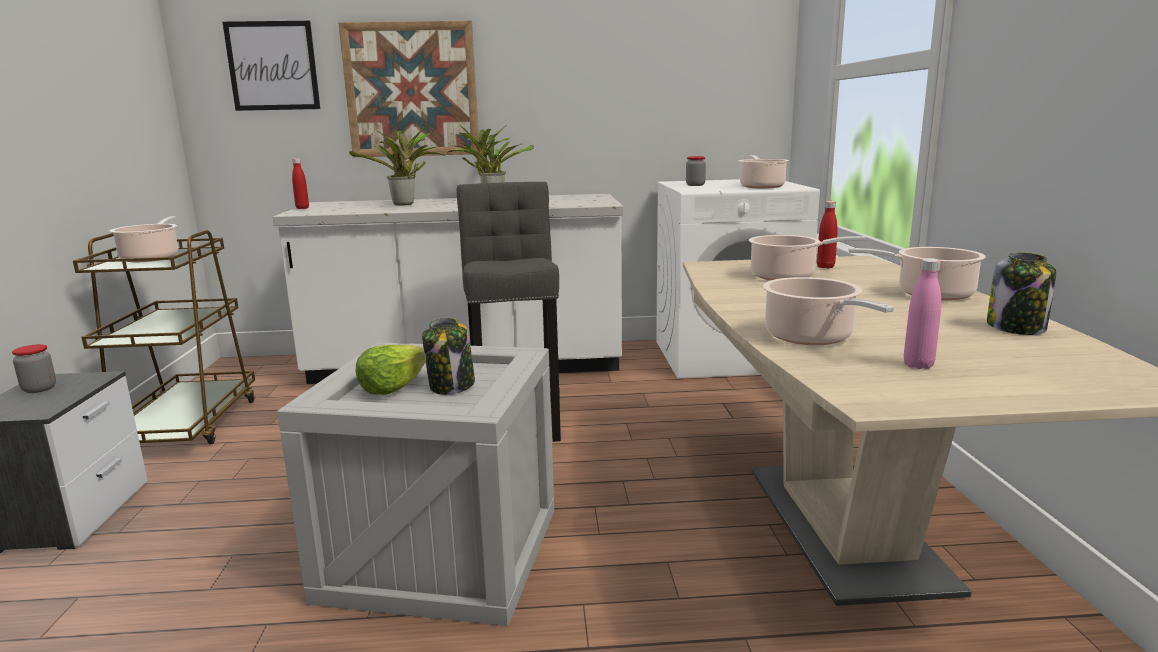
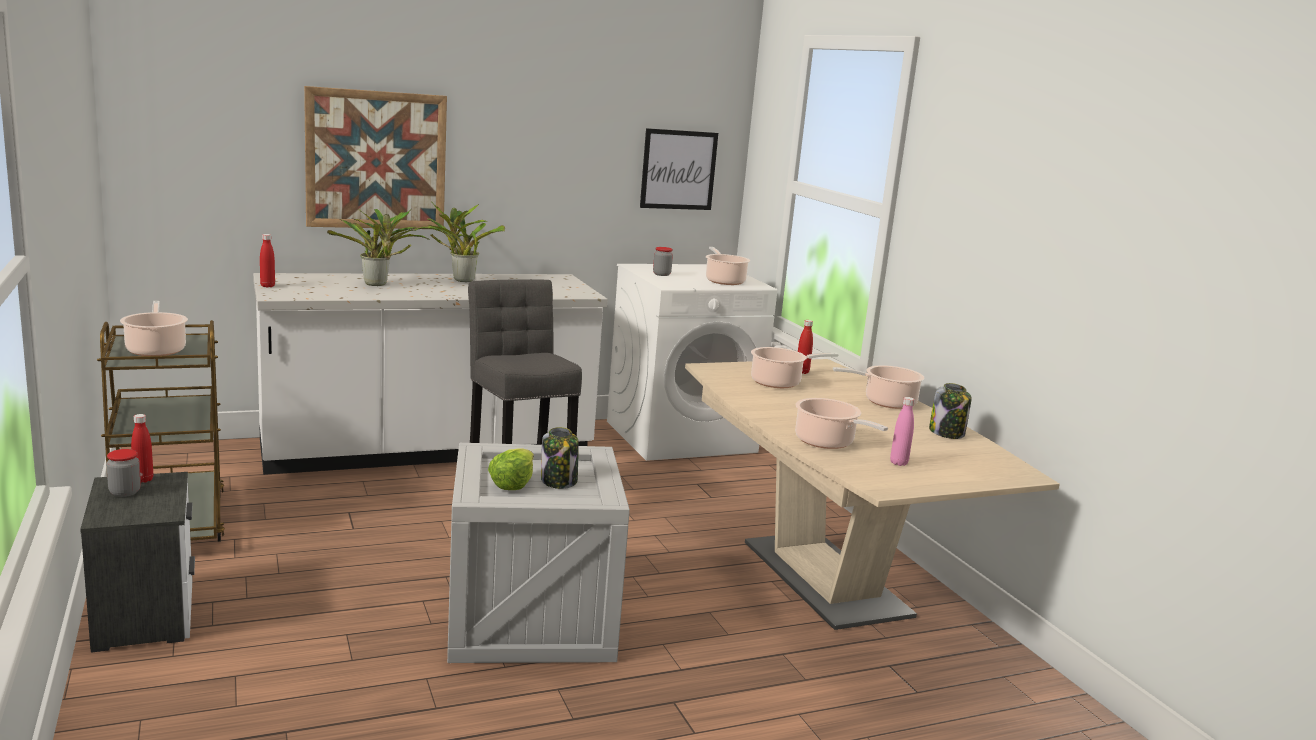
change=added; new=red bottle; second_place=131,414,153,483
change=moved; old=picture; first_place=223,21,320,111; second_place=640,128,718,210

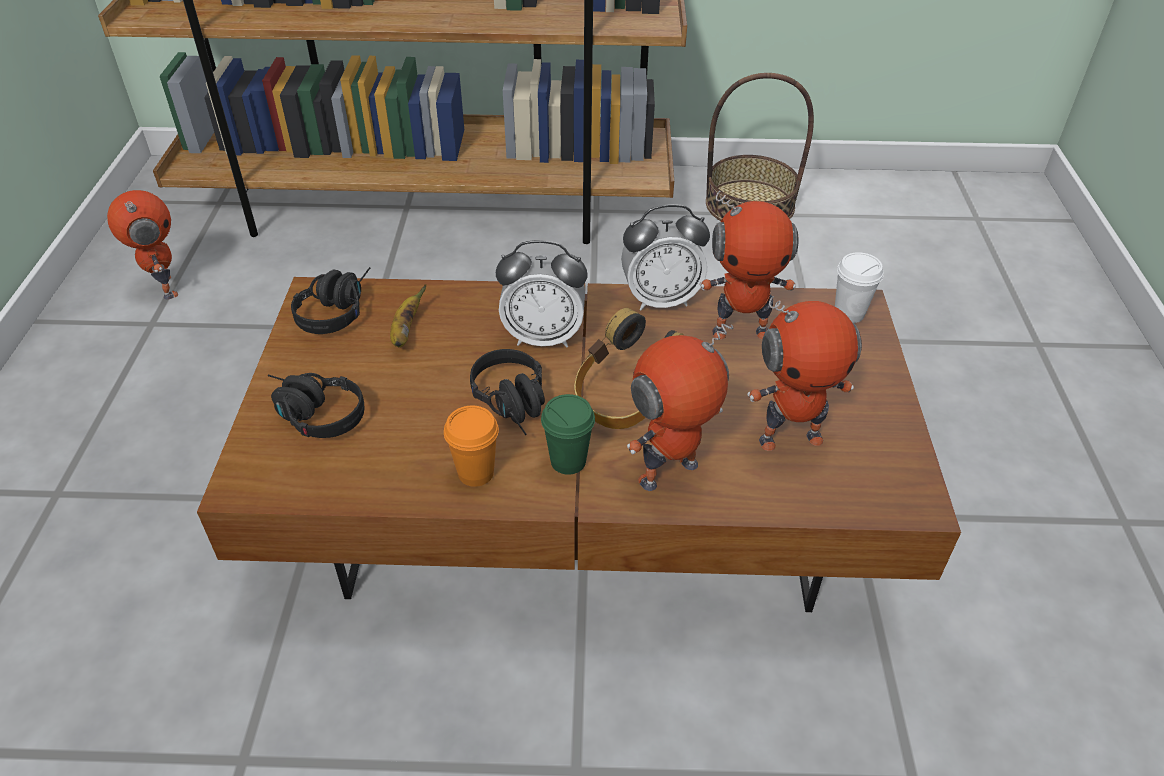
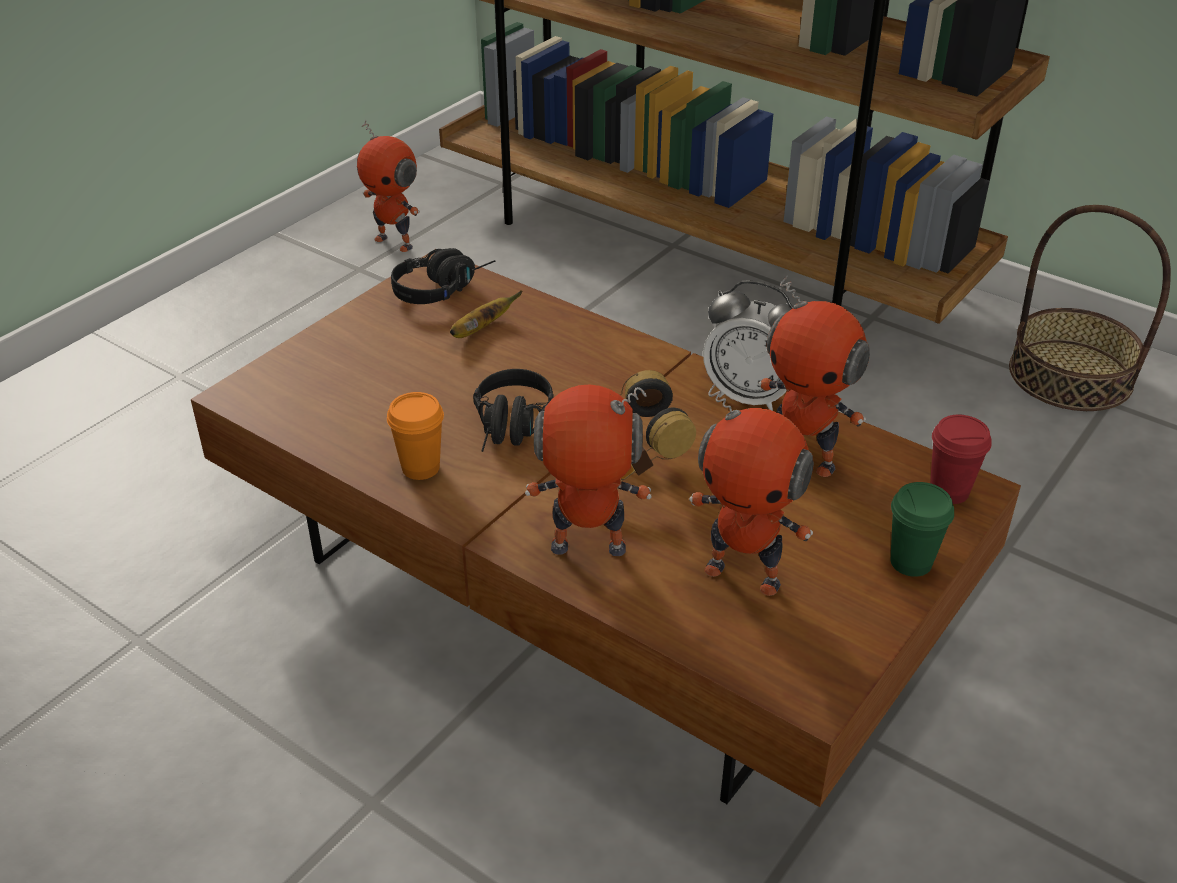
change=turned; old=toy robot; first_place=107,190,178,300; second_place=357,120,420,252; degrees=120
change=moved; old=green cup; first_place=541,394,595,475; second_place=891,482,954,577
change=recoloured; old=white cup; new=red cup; first_place=835,252,884,323; second_place=930,414,992,504
change=removed; old=black headphones; first_place=268,373,364,438
change=removed; old=alarm clock; first_place=496,240,588,347

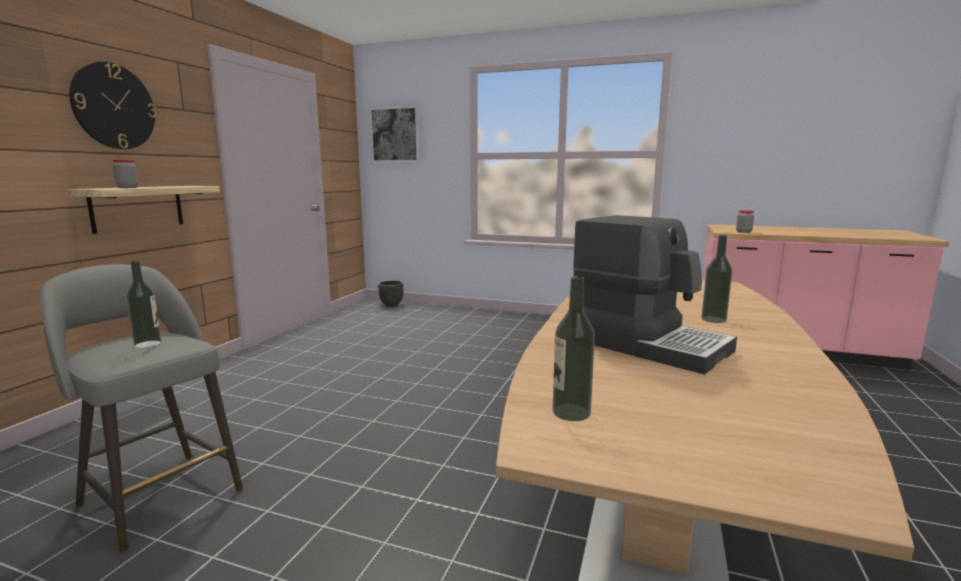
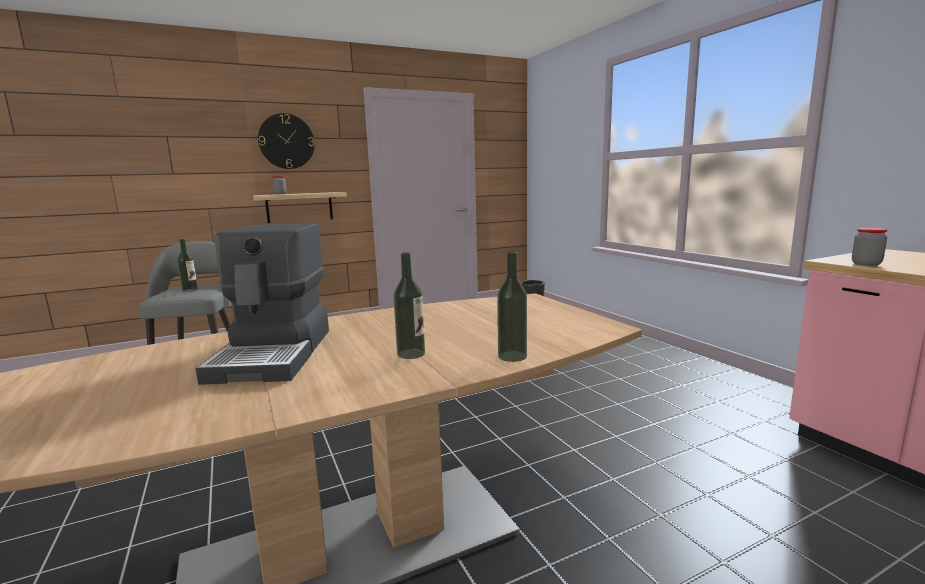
change=moved; old=bottle; first_place=552,276,595,421; second_place=497,252,527,362
change=removed; old=picture; first_place=370,106,420,162

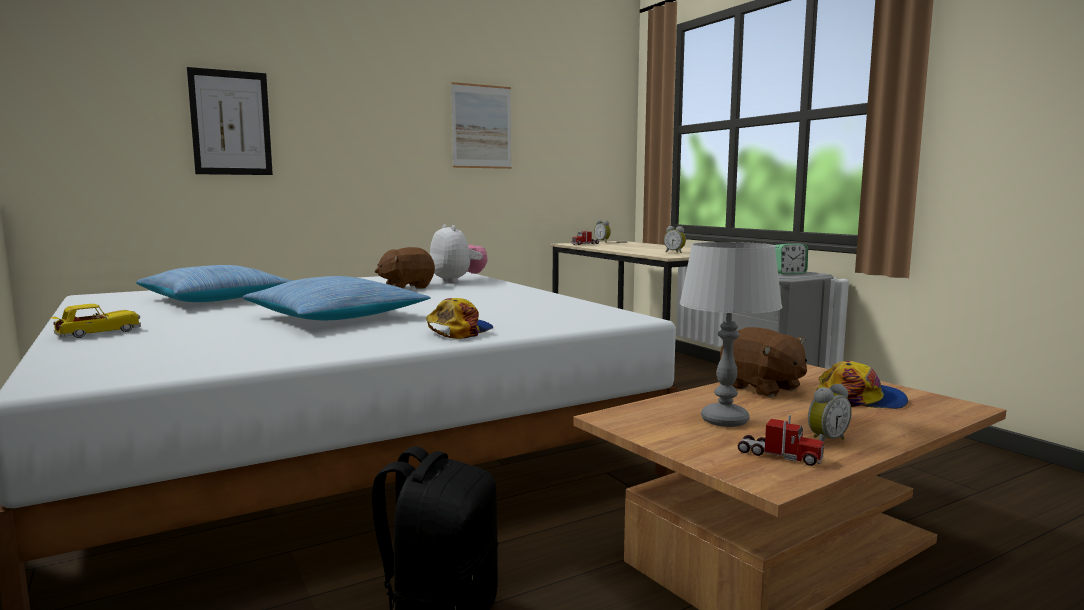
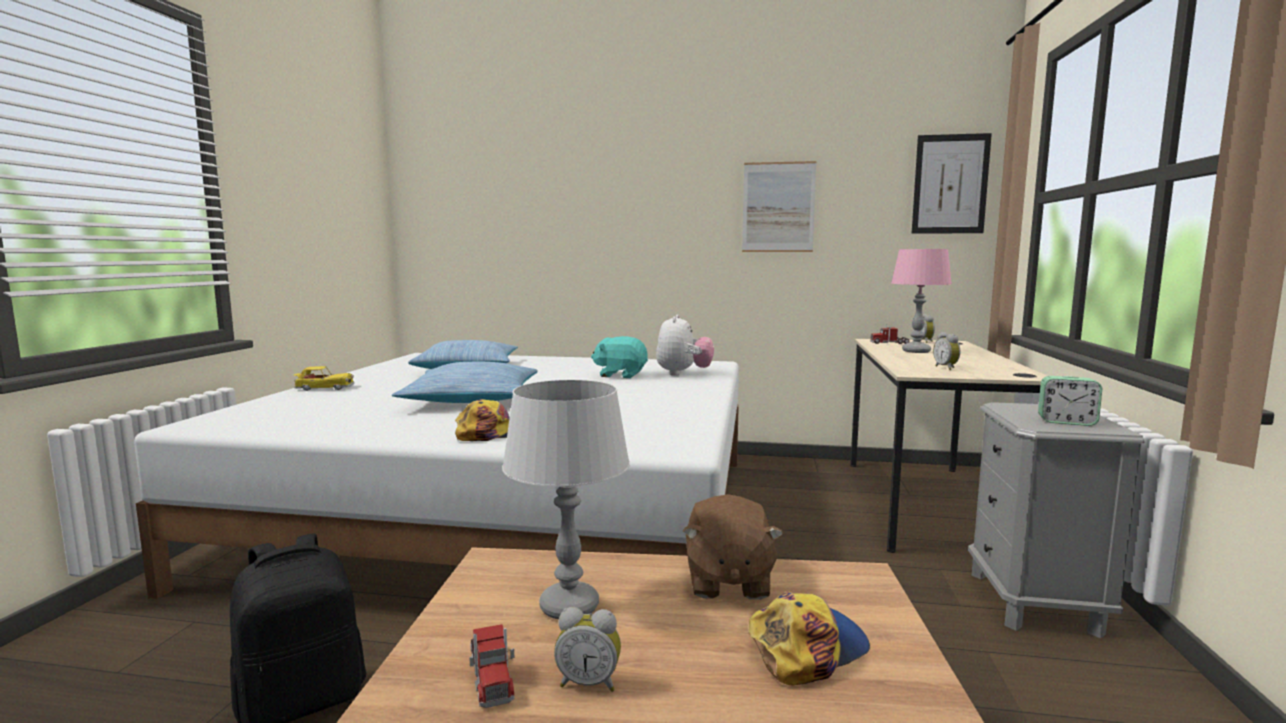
change=recoloured; old=brown plush toy; new=turquoise plush toy; first_place=375,247,435,289; second_place=591,336,648,378
change=turned; old=cap; first_place=817,361,908,409; second_place=749,591,870,685; degrees=-90
change=added; new=pink table lamp; second_place=891,249,952,353
change=moved; old=picture; first_place=187,67,273,175; second_place=912,133,992,234

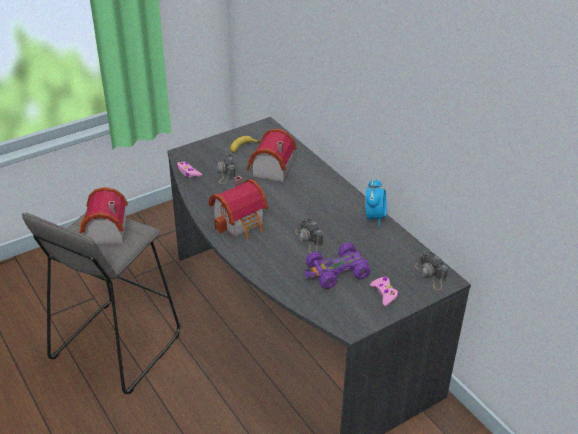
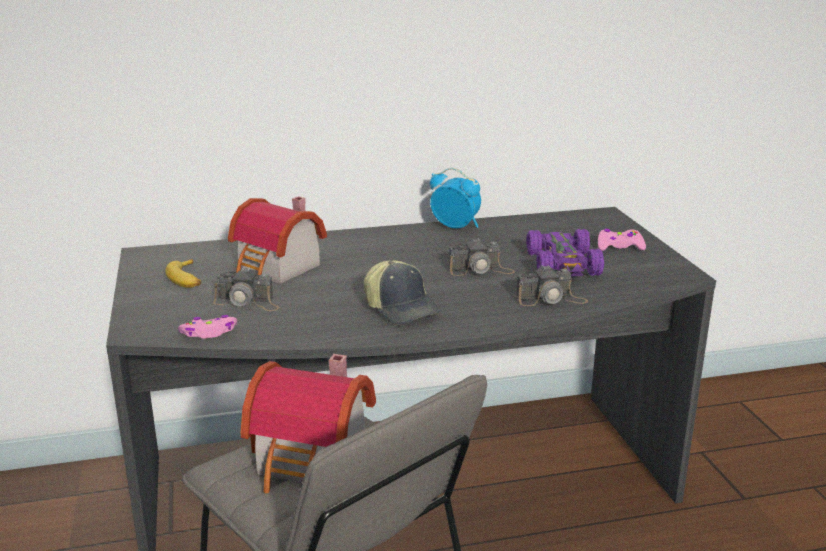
change=replaced; old=toy house; new=cap; first_place=209,176,268,239; second_place=364,261,440,326
change=moved; old=photo camera; first_place=415,251,448,290; second_place=516,265,588,306

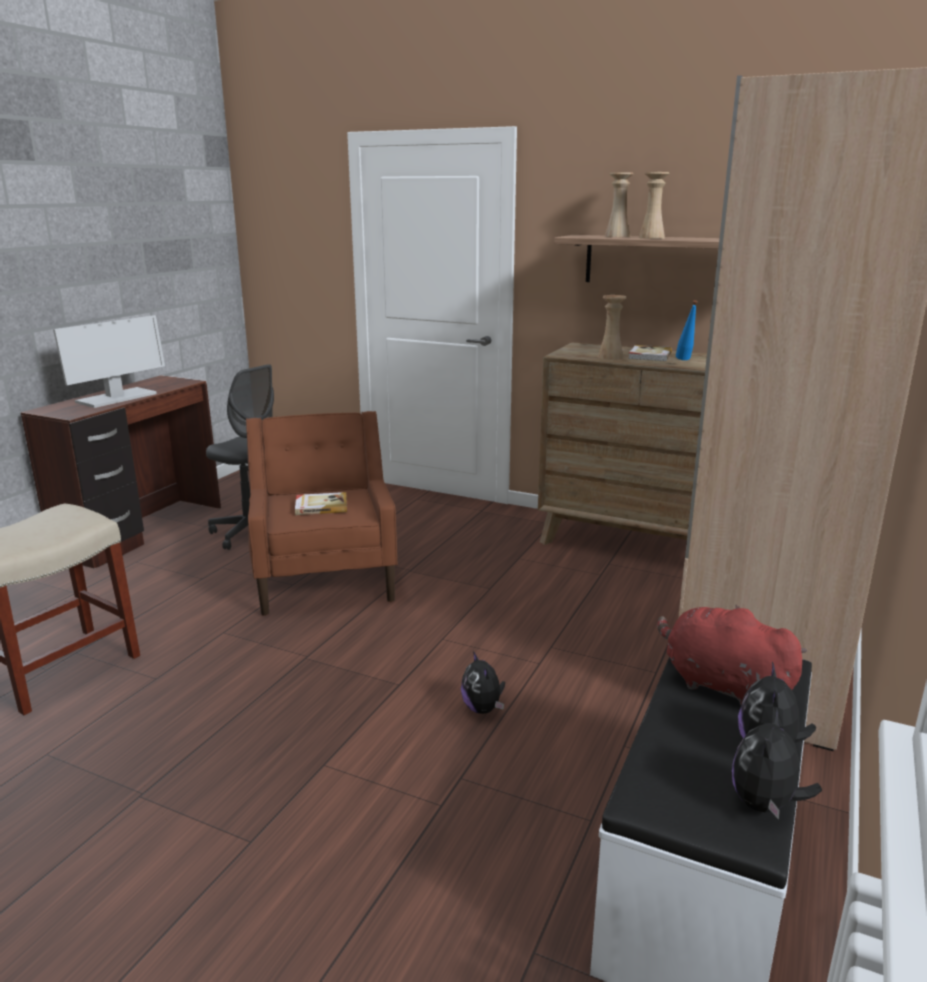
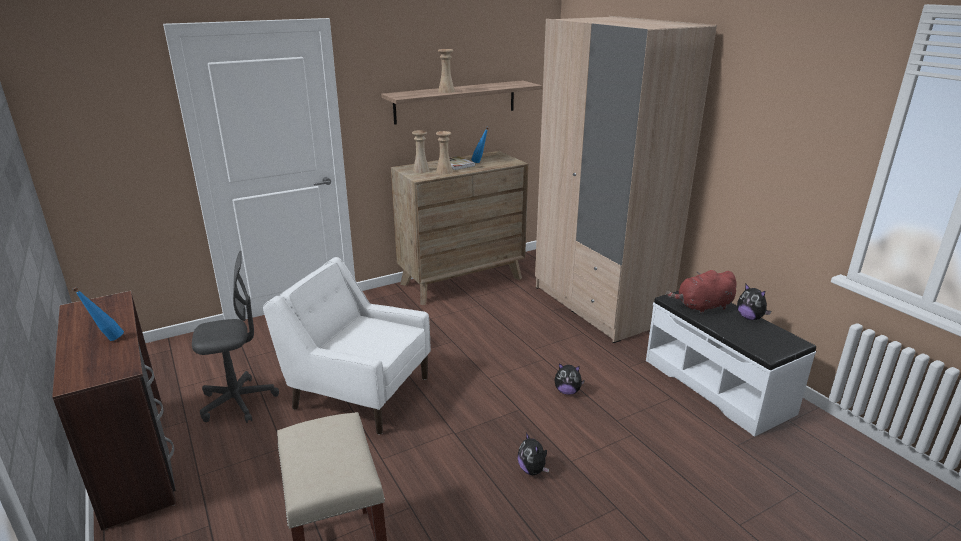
change=replaced; old=monitor; new=blue bottle; first_place=53,315,165,408; second_place=72,287,124,341
change=recoloured; old=brown armchair; new=white armchair; first_place=246,411,397,616; second_place=263,257,431,435
change=moved; old=beige vase; first_place=605,172,633,237; second_place=412,130,430,173
change=moved; old=plush toy; first_place=732,709,822,819; second_place=518,432,549,475
change=removed; old=book; first_place=295,492,347,515

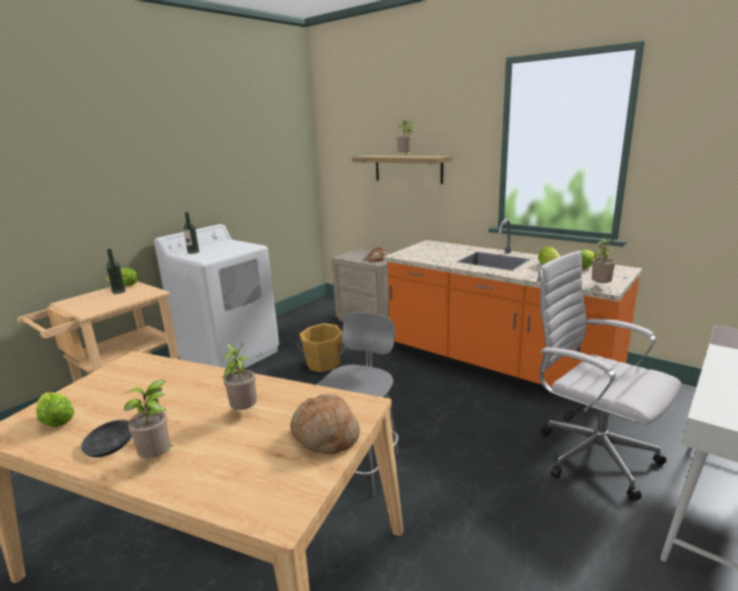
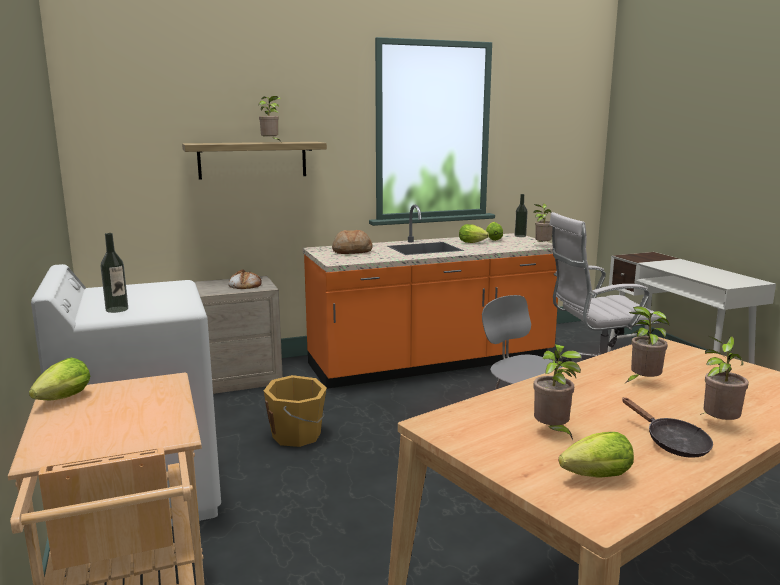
change=moved; old=bread; first_place=290,394,360,454; second_place=332,230,372,254
change=moved; old=bottle; first_place=106,249,126,294; second_place=515,194,528,237
change=added; new=potted plant; second_place=533,344,581,440

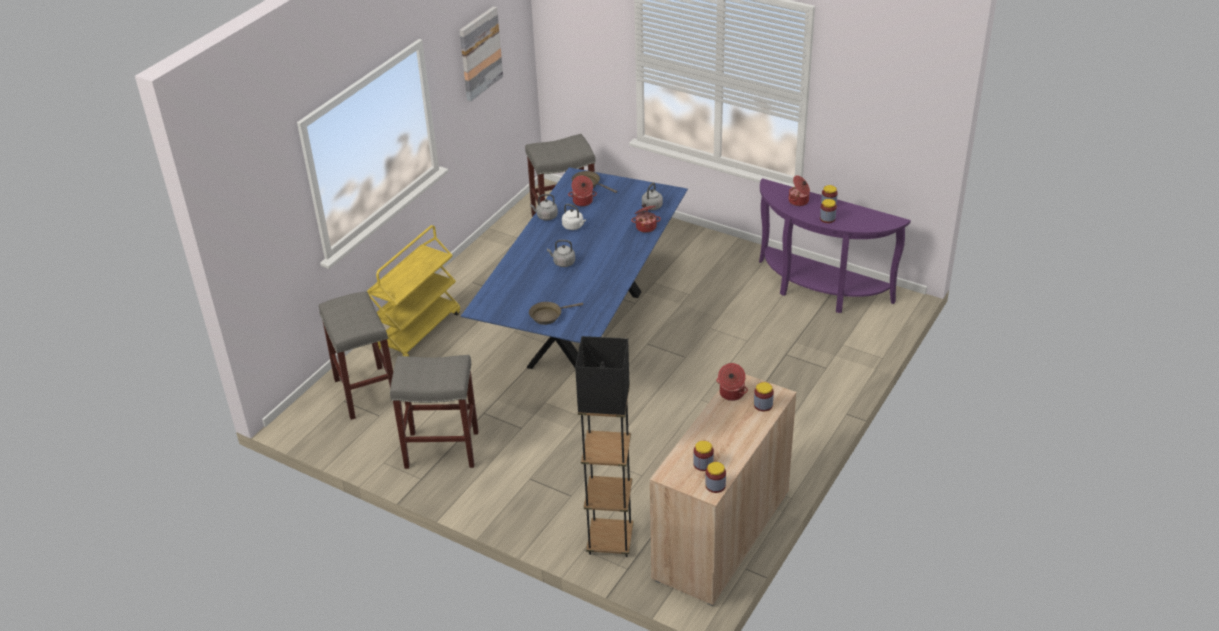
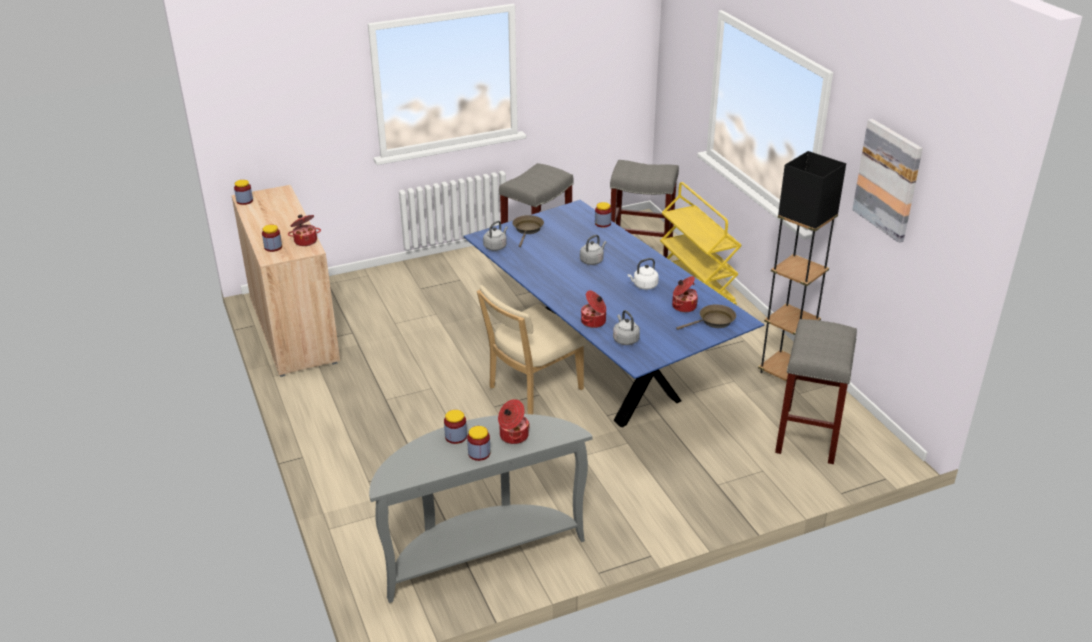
change=recoloured; old=purple console table; new=grey console table; first_place=759,178,911,313; second_place=369,414,593,603
change=added; new=beige chair; second_place=477,285,587,414
change=moved; old=grey kettle; first_place=530,194,558,220; second_place=483,221,508,251
change=moved; old=jar; first_place=693,441,714,471; second_place=595,202,612,228
change=moved; old=black floor lamp; first_place=575,336,634,557; second_place=758,151,846,382

